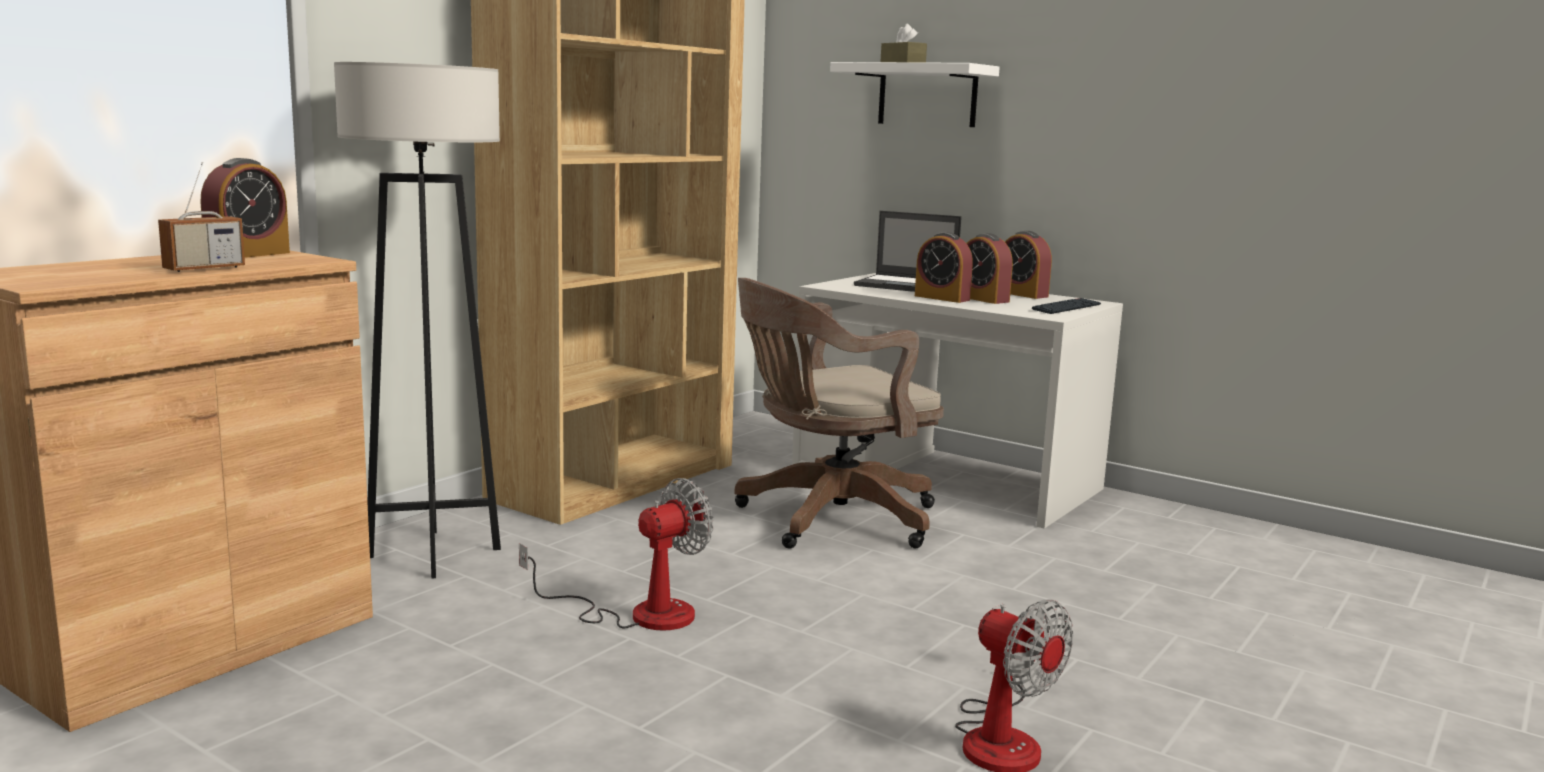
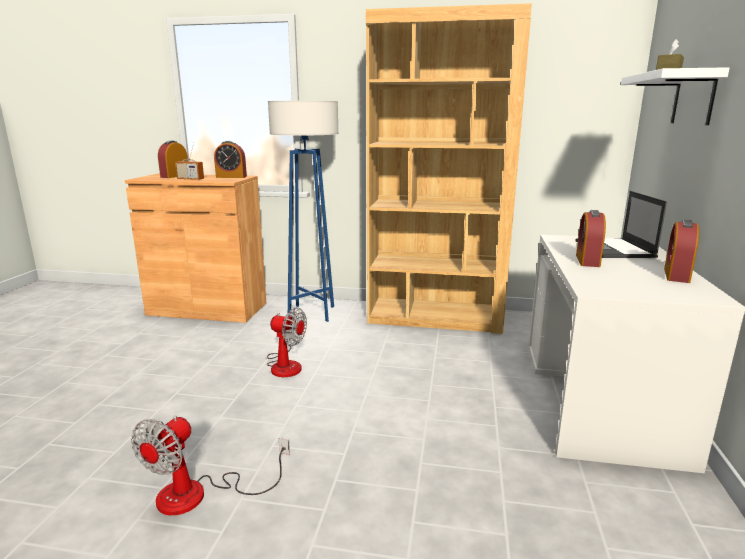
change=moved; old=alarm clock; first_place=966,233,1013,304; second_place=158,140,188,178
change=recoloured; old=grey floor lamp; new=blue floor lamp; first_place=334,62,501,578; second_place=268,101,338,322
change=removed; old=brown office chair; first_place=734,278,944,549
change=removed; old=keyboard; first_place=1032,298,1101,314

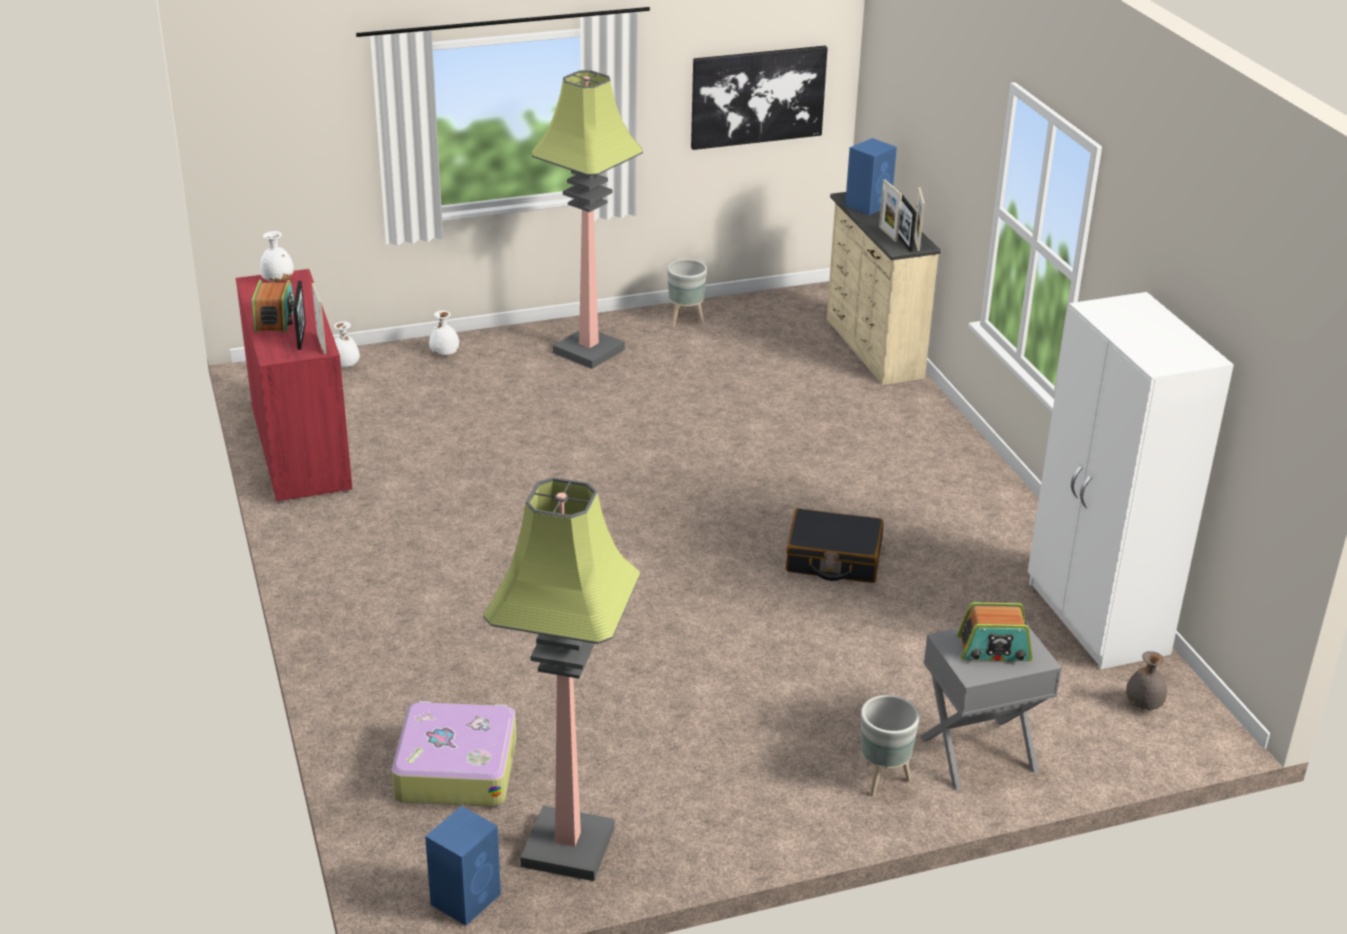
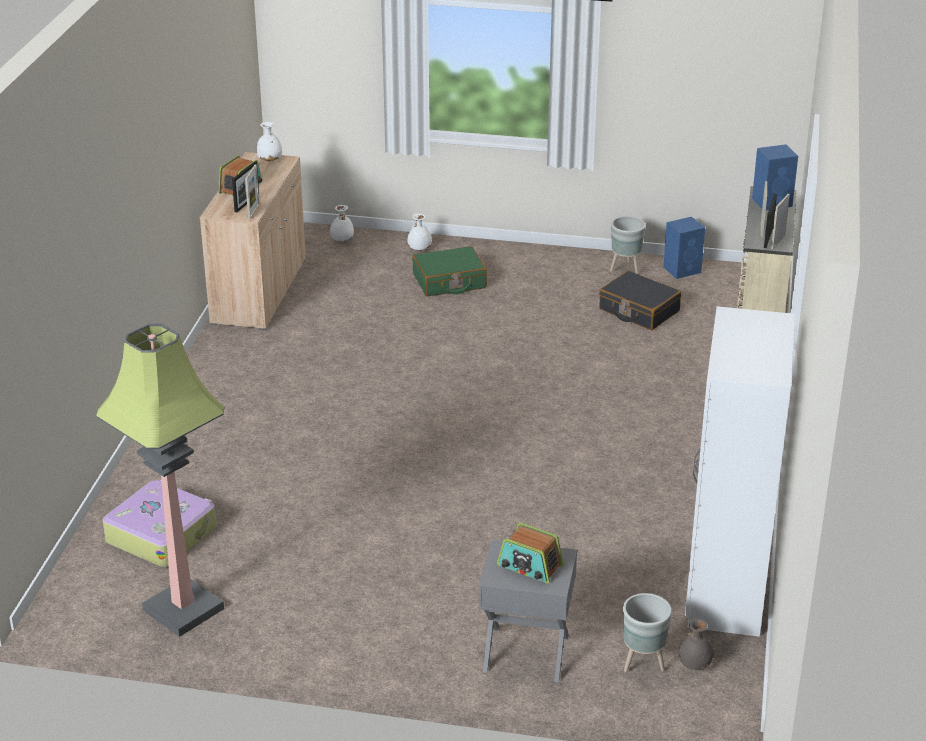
change=recoloured; old=red cabinet; new=beige cabinet; first_place=235,269,352,504; second_place=200,152,306,330
change=added; new=green suitcase; second_place=412,246,487,296
change=moved; old=black suitcase; first_place=786,508,884,583; second_place=599,271,681,330
change=moved; old=grey planter; first_place=861,695,920,796; second_place=623,593,672,672
change=moved; old=blue speaker; first_place=425,806,501,926; second_place=663,217,705,279
change=removed; old=floor lamp; first_place=531,70,643,369
change=removed; old=picture; first_place=691,46,828,150

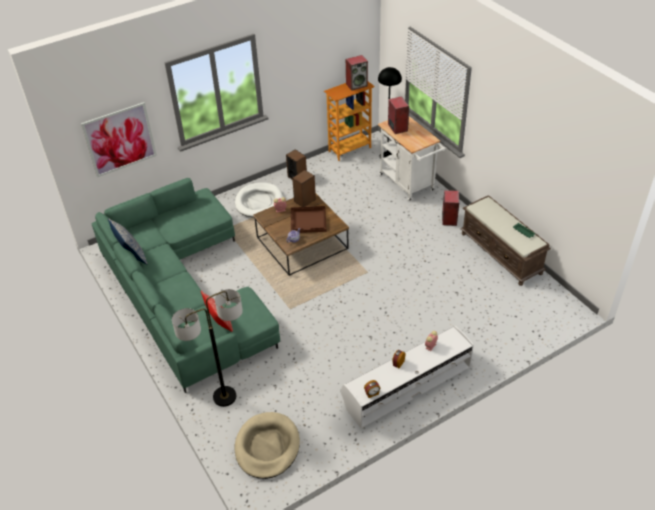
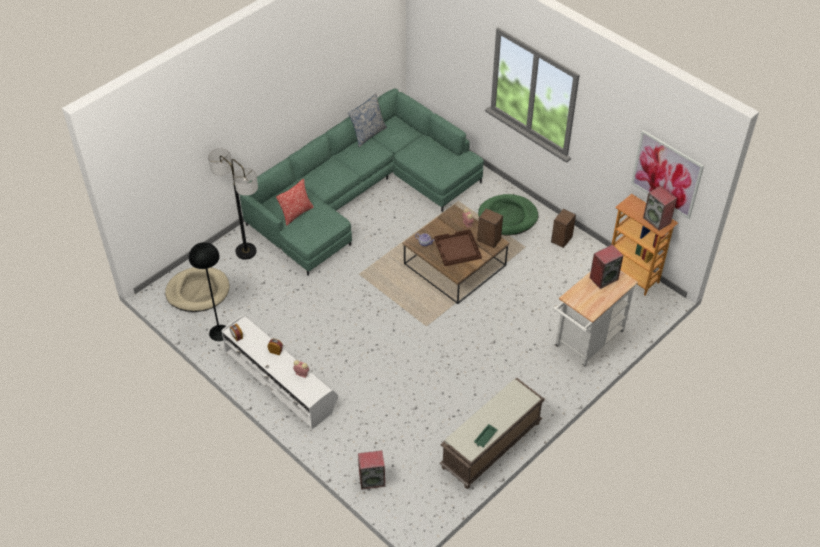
change=moved; old=black floor lamp; first_place=378,67,402,158; second_place=189,242,226,341
change=moved; old=speaker; first_place=442,190,459,226; second_place=358,450,385,490
change=recoloured; old=white dog bed; new=green dog bed; first_place=235,183,283,218; second_place=478,194,538,235
change=moved; old=picture; first_place=81,102,157,177; second_place=631,130,704,219

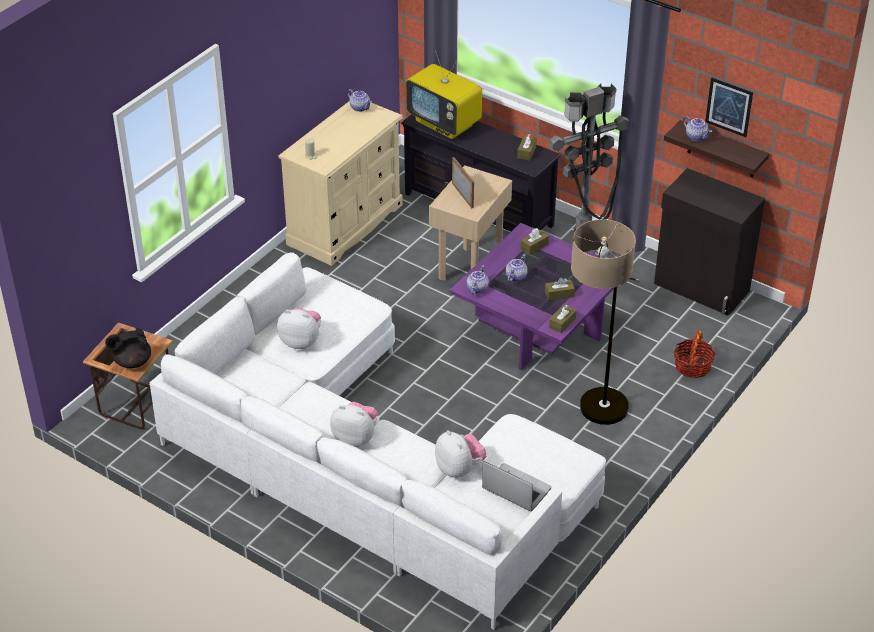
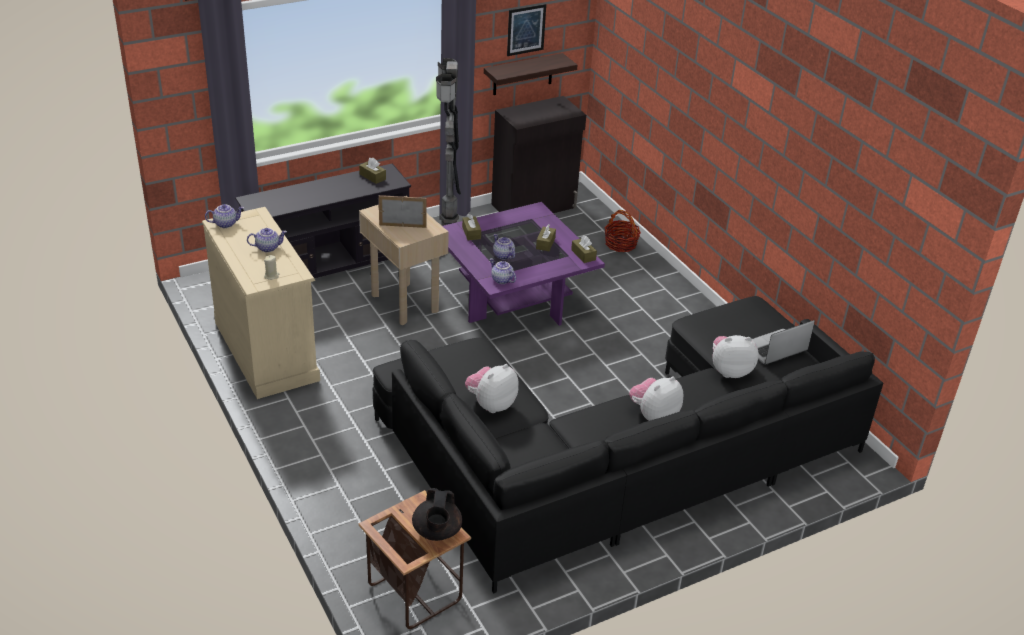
change=moved; old=teapot; first_place=683,116,712,141; second_place=247,228,287,252
change=recoloured; old=white sofa; new=black sofa; first_place=150,253,606,630; second_place=373,296,883,594
change=removed; old=television; first_place=406,51,482,139
change=removed; old=floor lamp; first_place=571,219,640,425

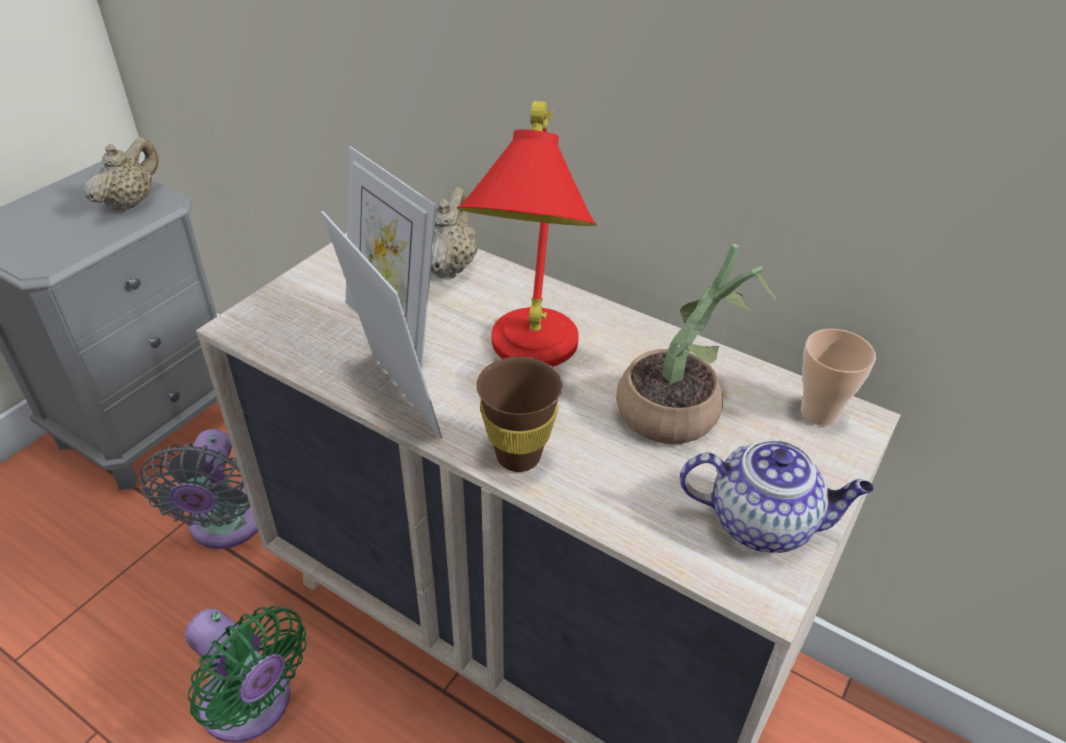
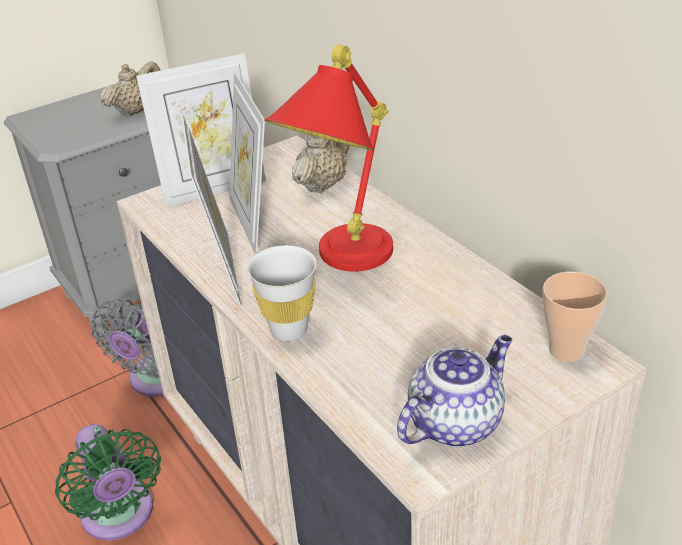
change=added; new=picture frame; second_place=136,53,266,207
change=recoloured; old=brown cup; new=white cup; first_place=476,357,562,472; second_place=247,245,317,341
change=turned; old=teapot; first_place=680,440,874,553; second_place=397,335,512,447; degrees=-75
change=removed; old=potted plant; first_place=616,244,777,444

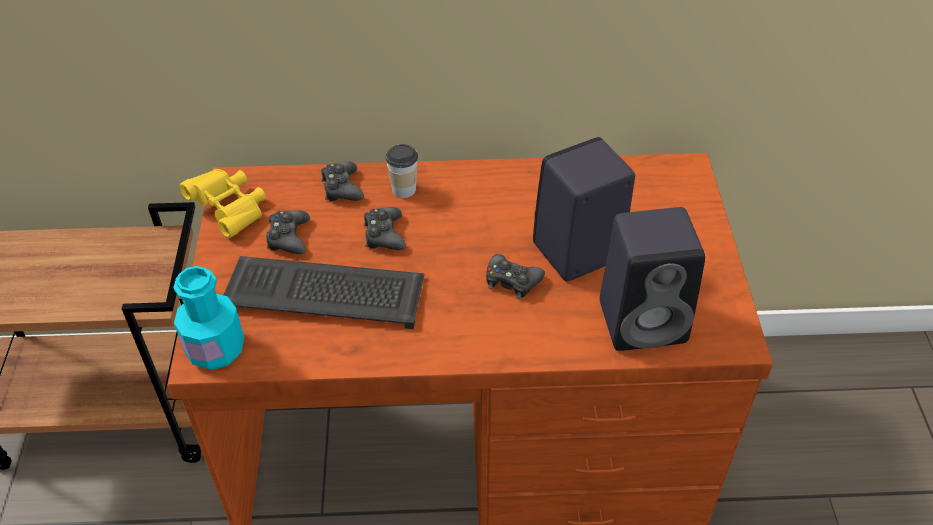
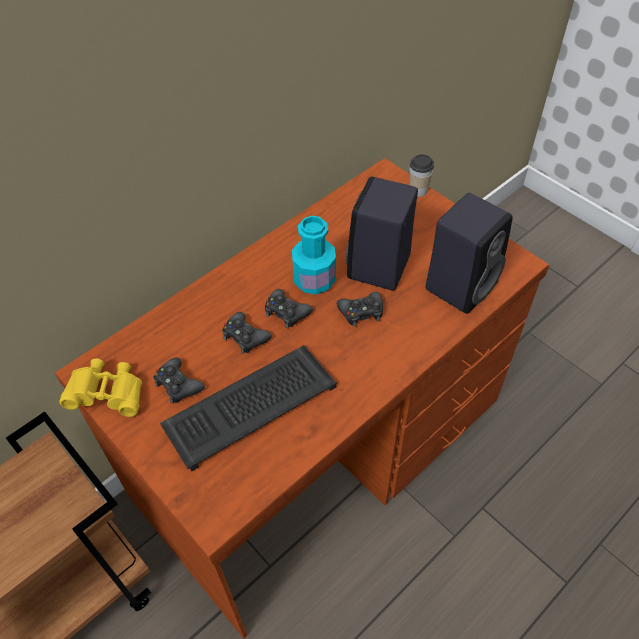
change=moved; old=black game controller; first_place=321,161,364,201; second_place=265,289,313,328
change=moved; old=turquoise bottle; first_place=173,266,244,370; second_place=292,216,336,294
change=moved; old=cup; first_place=386,144,418,198; second_place=410,154,434,197

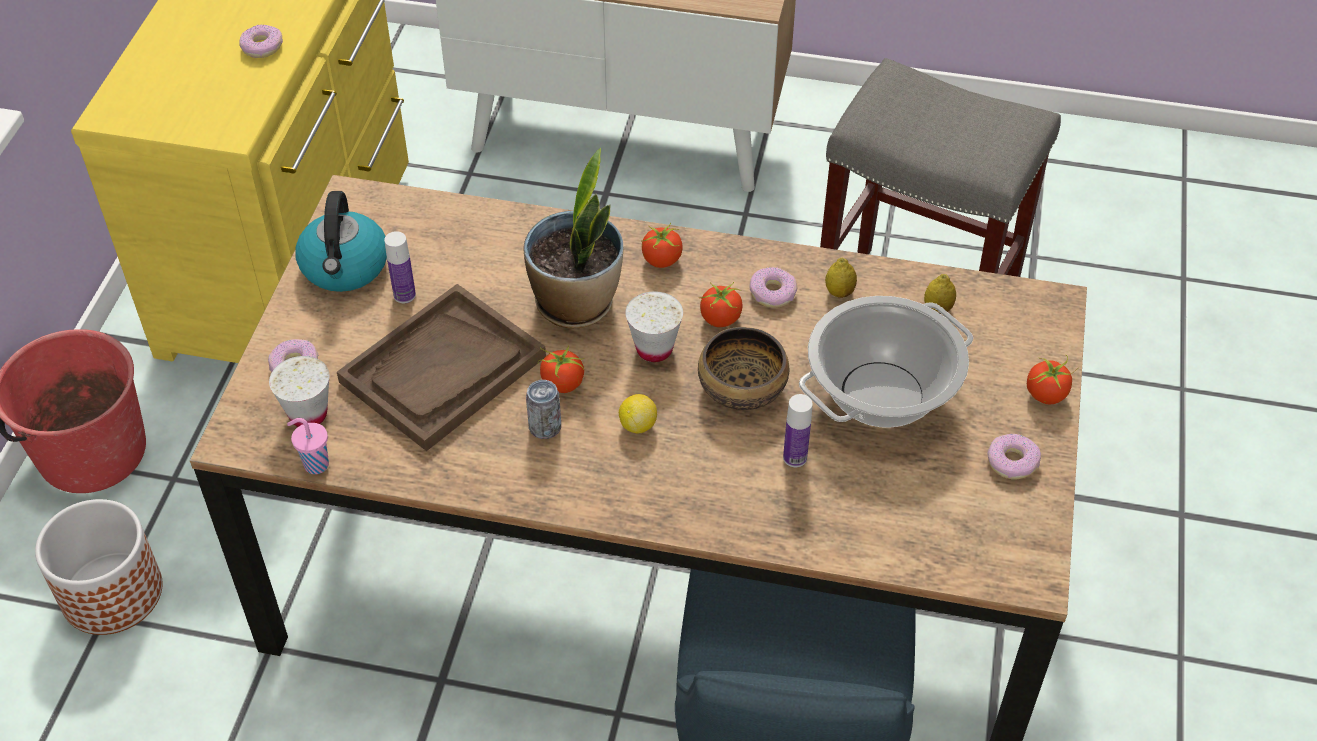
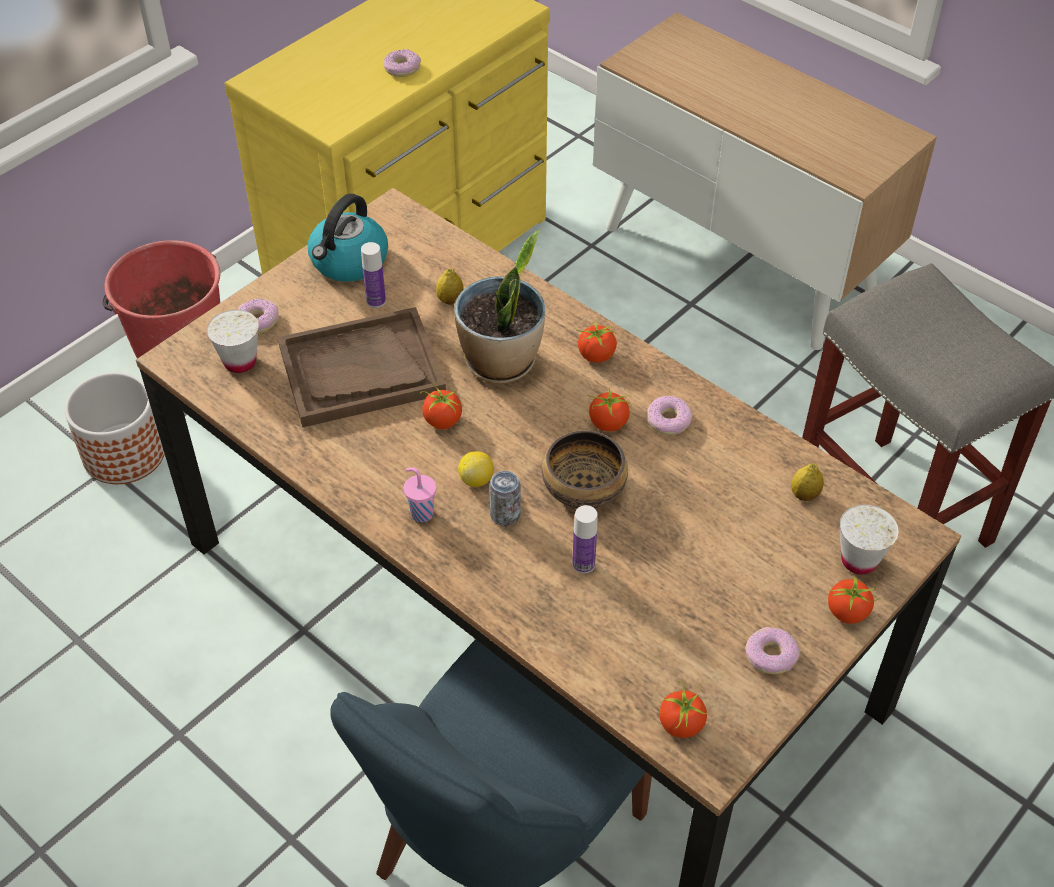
change=moved; old=pink cup; first_place=287,418,329,474; second_place=403,467,436,522
change=moved; old=lemon; first_place=825,258,857,298; second_place=436,268,463,305
change=moved; old=can; first_place=526,380,561,439; second_place=489,471,521,526
change=added; new=tomato; second_place=659,681,707,738
change=moved; old=white cup; first_place=625,291,683,362; second_place=840,505,898,574
change=removed; old=cooking pot; first_place=799,296,973,428

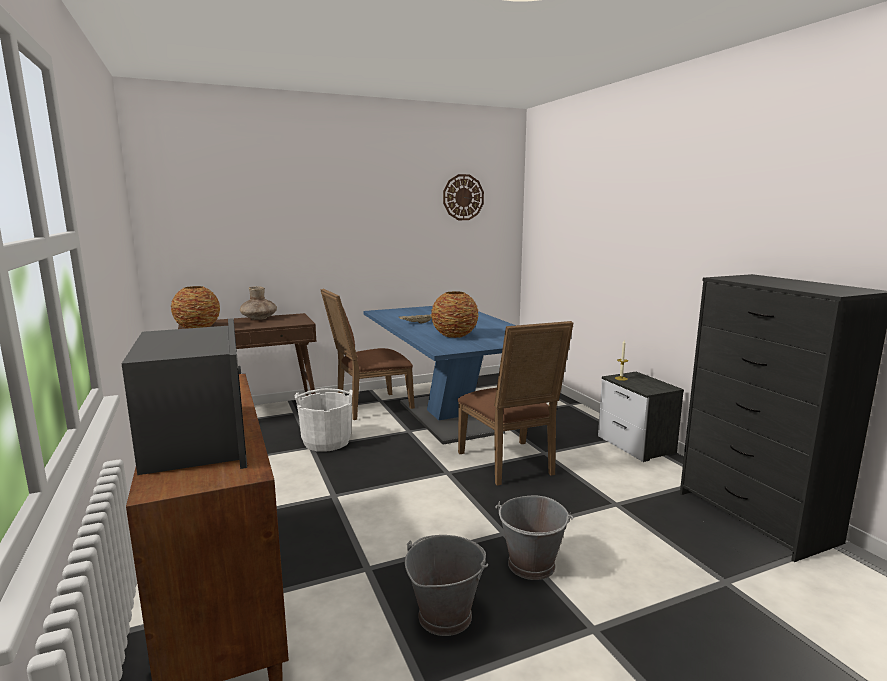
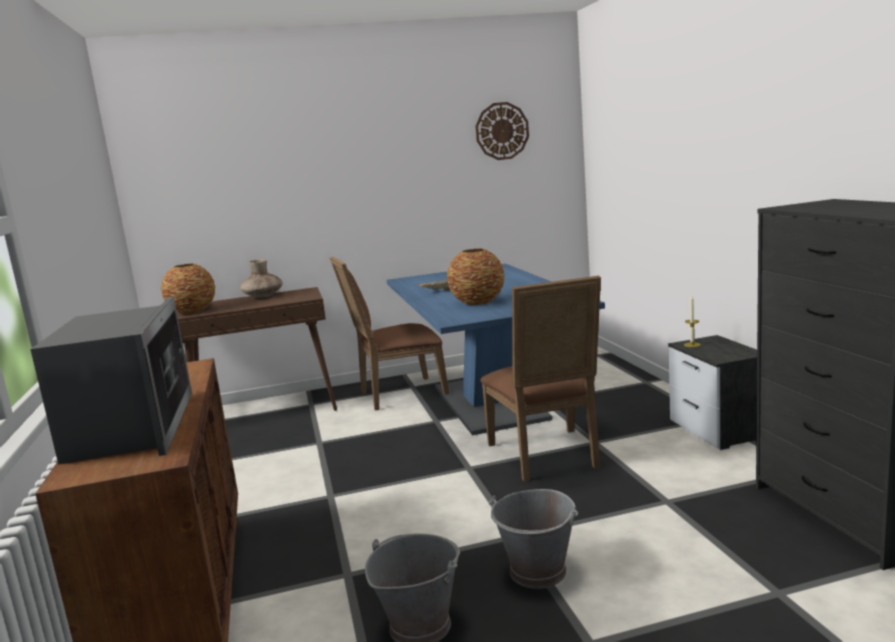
change=removed; old=white bucket; first_place=294,388,353,452

